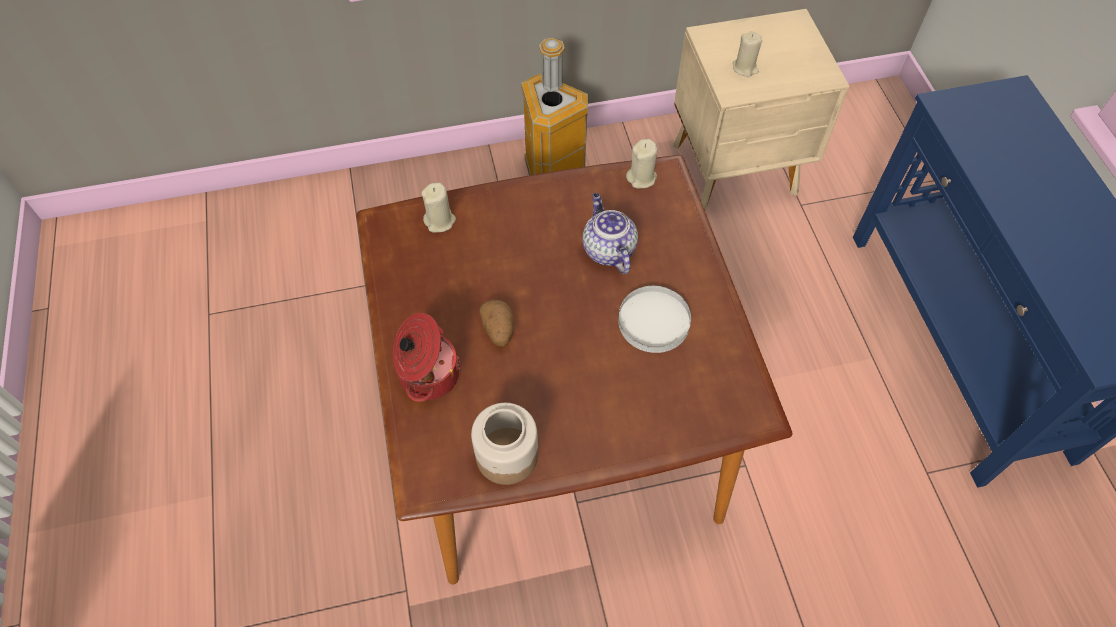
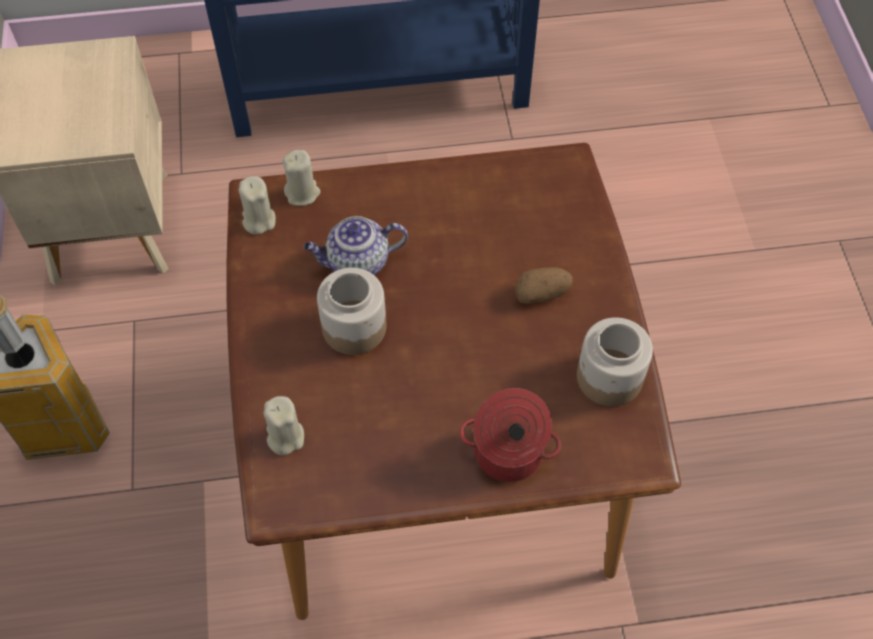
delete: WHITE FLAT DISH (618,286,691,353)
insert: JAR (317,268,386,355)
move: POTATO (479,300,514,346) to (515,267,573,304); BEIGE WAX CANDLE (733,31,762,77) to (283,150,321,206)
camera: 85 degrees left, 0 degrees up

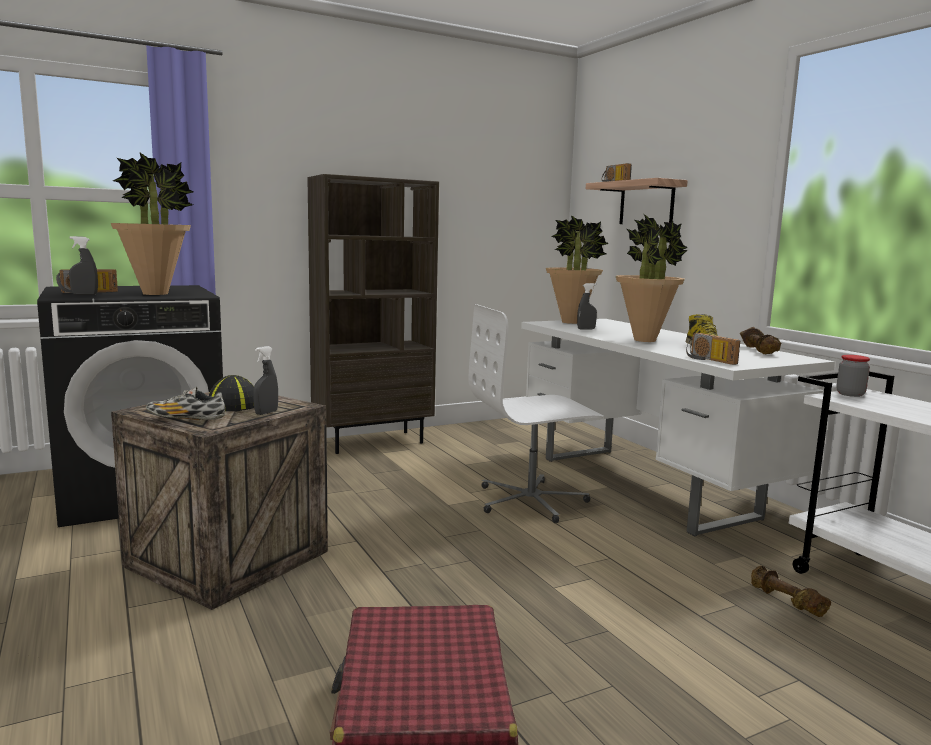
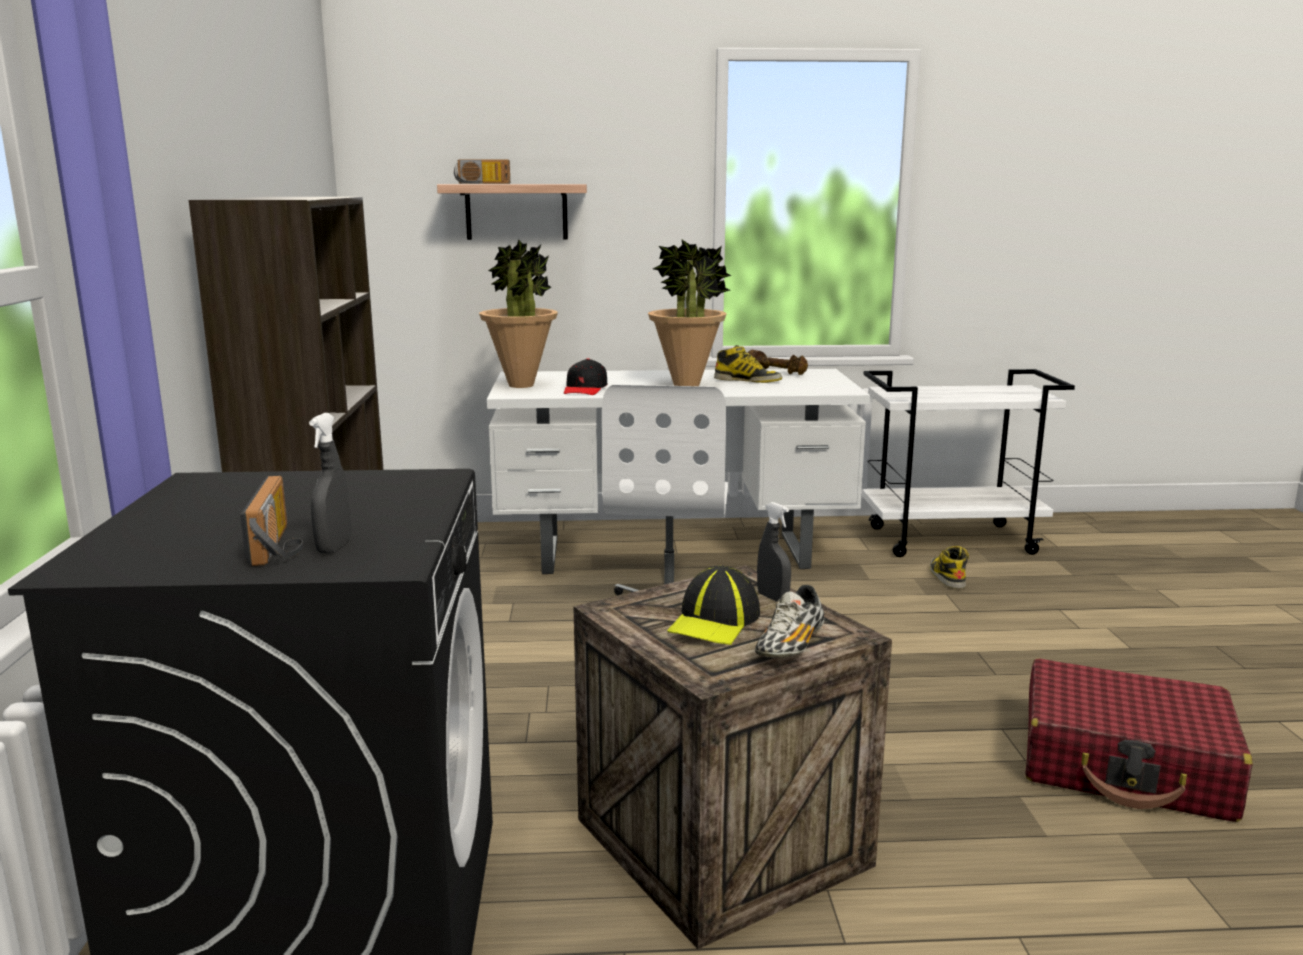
delete: HOUSEPLANT (111,153,193,295); RADIO (686,333,740,365); JAR (836,355,870,397)
replace: GREY SPRAY BOTTLE (577,283,597,330) to BLACKISH CAP (564,358,607,395); BROWN FREE WEIGHT (751,566,831,617) to TALL BOOT (930,546,969,589)
camera: 65 degrees left, 5 degrees up

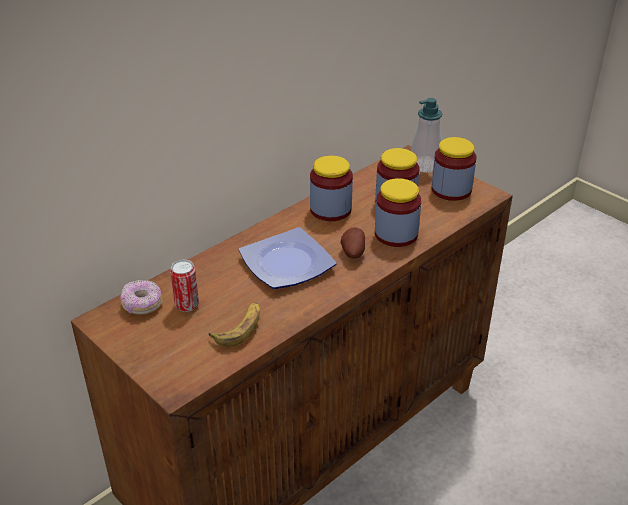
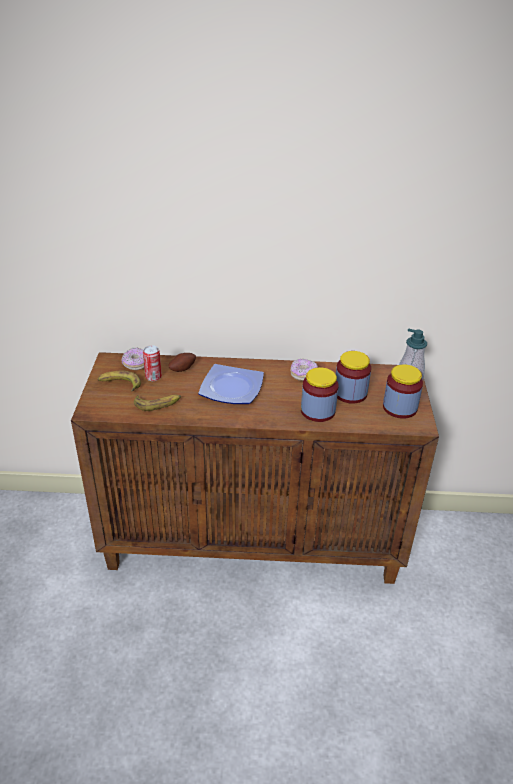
insert: WHOLE BANANA (98,371,141,391)
move: POTATO (340,227,365,258) to (169,353,196,372)
replace: JAR (310,155,353,221) to DONUT (290,359,318,381)
camera: 45 degrees right, 0 degrees up

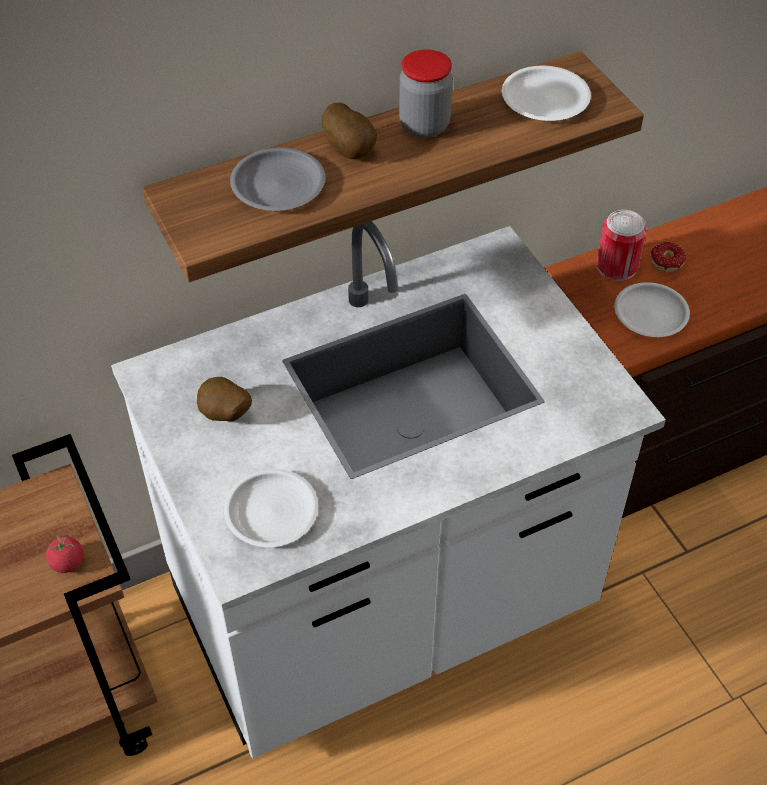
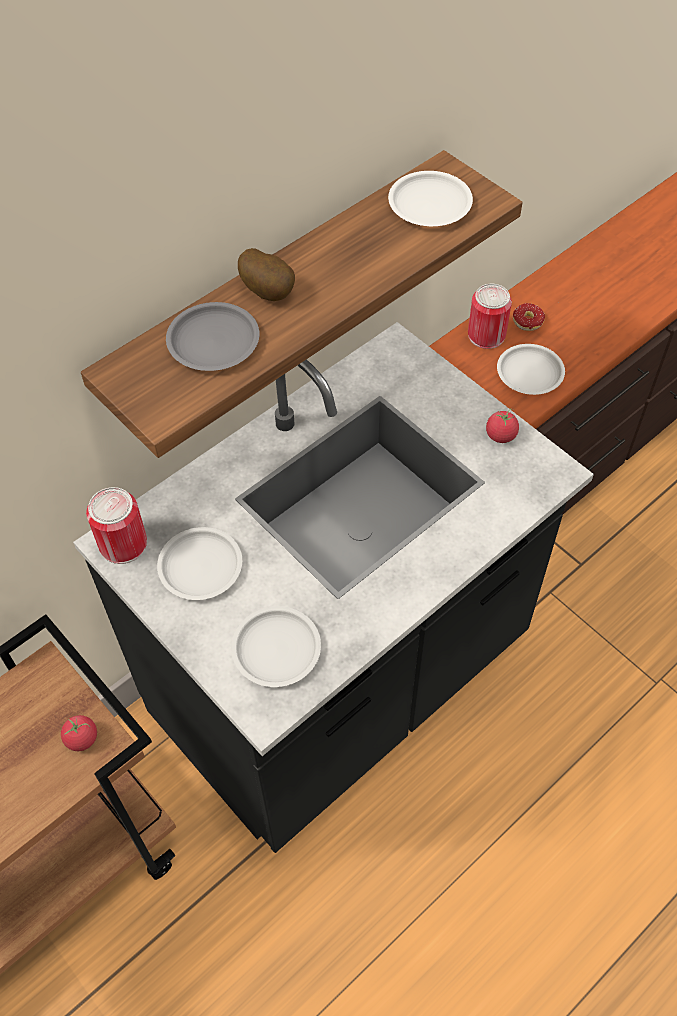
delete: JAR (399,49,453,137)
insert: METAL CAN (86,487,147,564); TOMATO (486,408,519,443)
replace: POTATO (197,377,252,421) to WHITE FLAT DISH (157,527,242,600)
recolor: WHITE COUNTER (111,221,666,758) to BLACKISH COUNTER (73,322,594,853)
camera: 15 degrees left, 5 degrees up

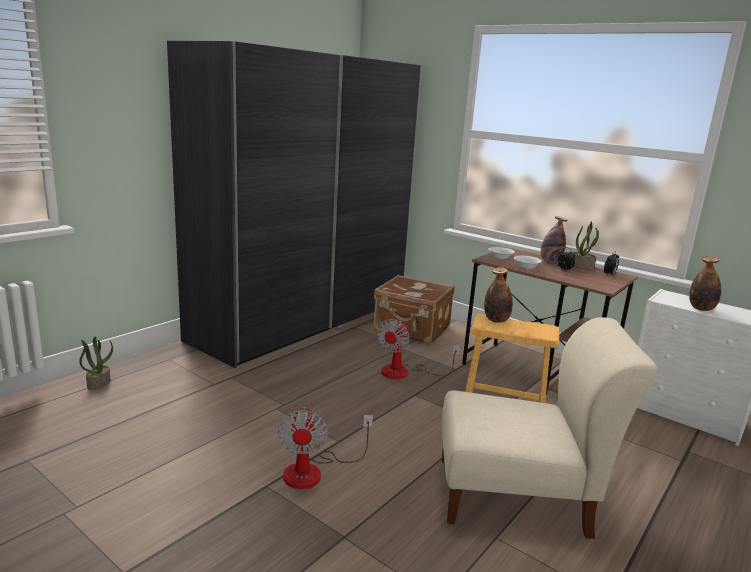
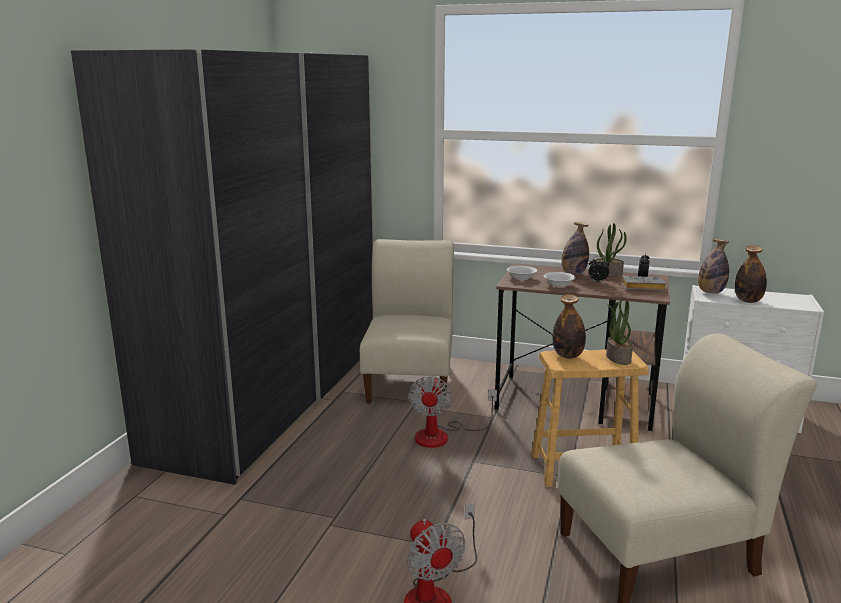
insert: GREY BOOK (622,276,667,290); BEVERAGE BOTTLE (698,239,729,294)
move: HOUSEPLANT (79,337,113,390) to (606,297,633,365)
replace: BROWN SUITCASE (373,275,455,345) to BEIGE UPRIGHT CHAIR (360,239,454,404)
camera: 20 degrees left, 0 degrees up

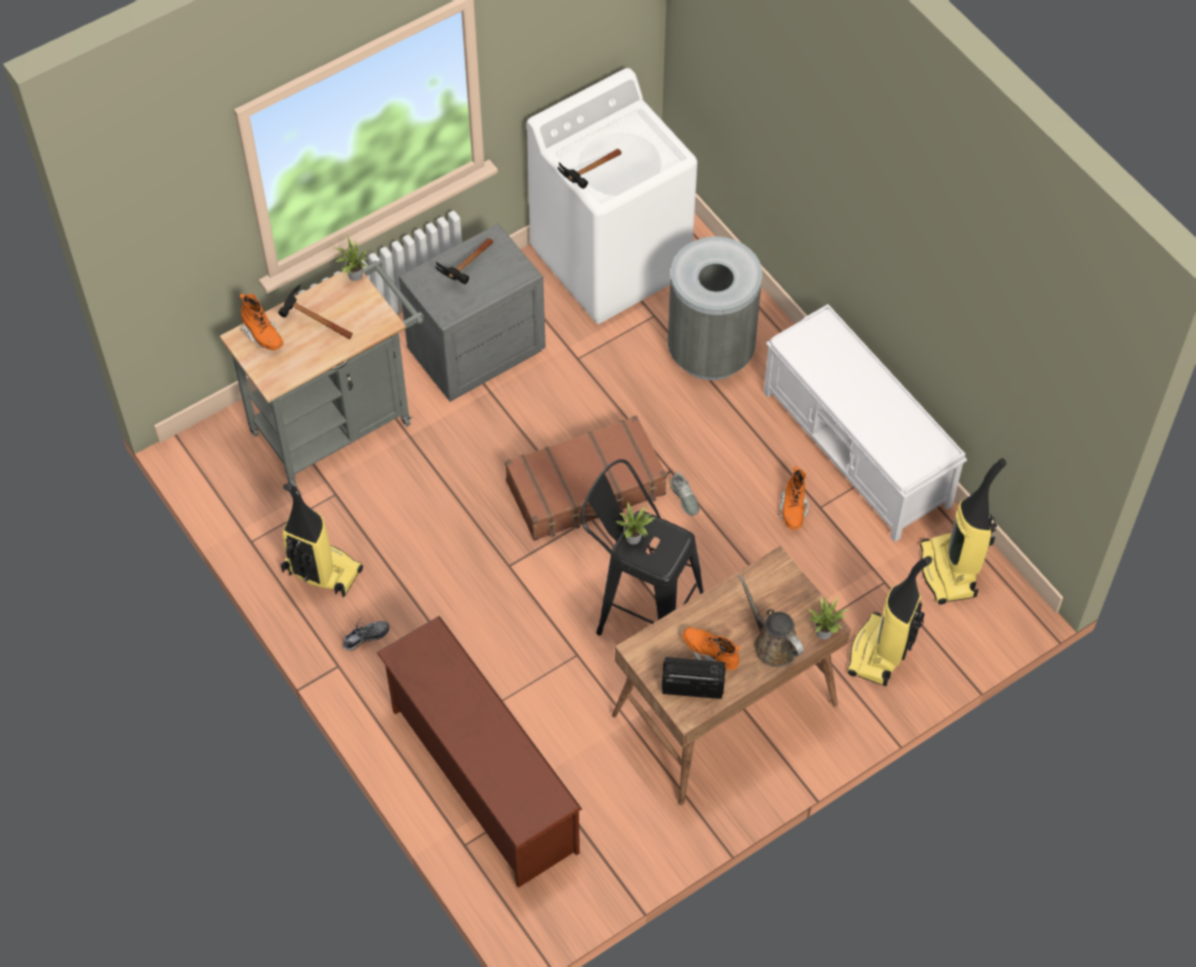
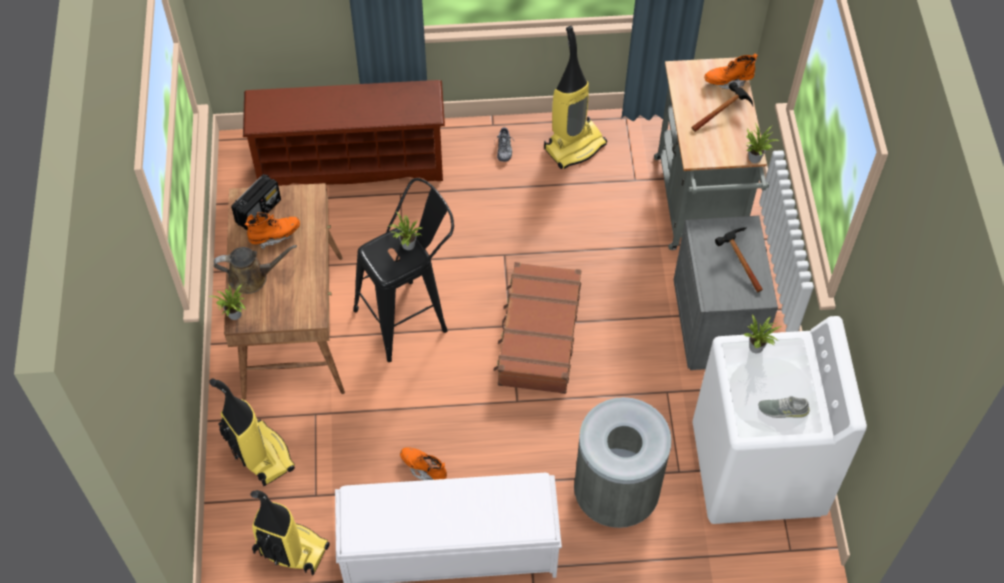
move: GREY ITEM OF FOOTWEAR (670,472,700,516) to (758,396,810,418)
replace: TOOL HAMMER (558,149,622,189) to HOUSEPLANT (743,315,782,353)
camera: 120 degrees right, 0 degrees up

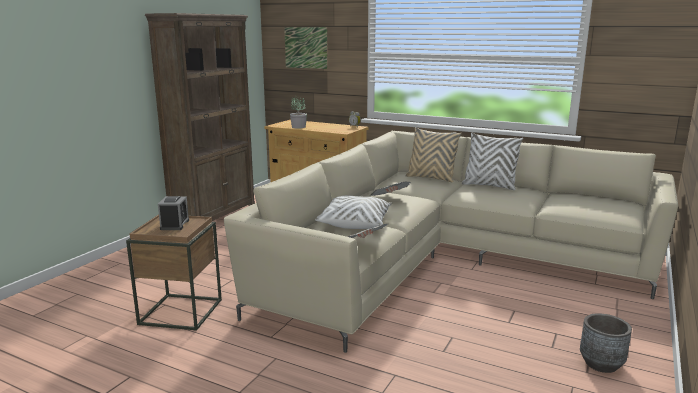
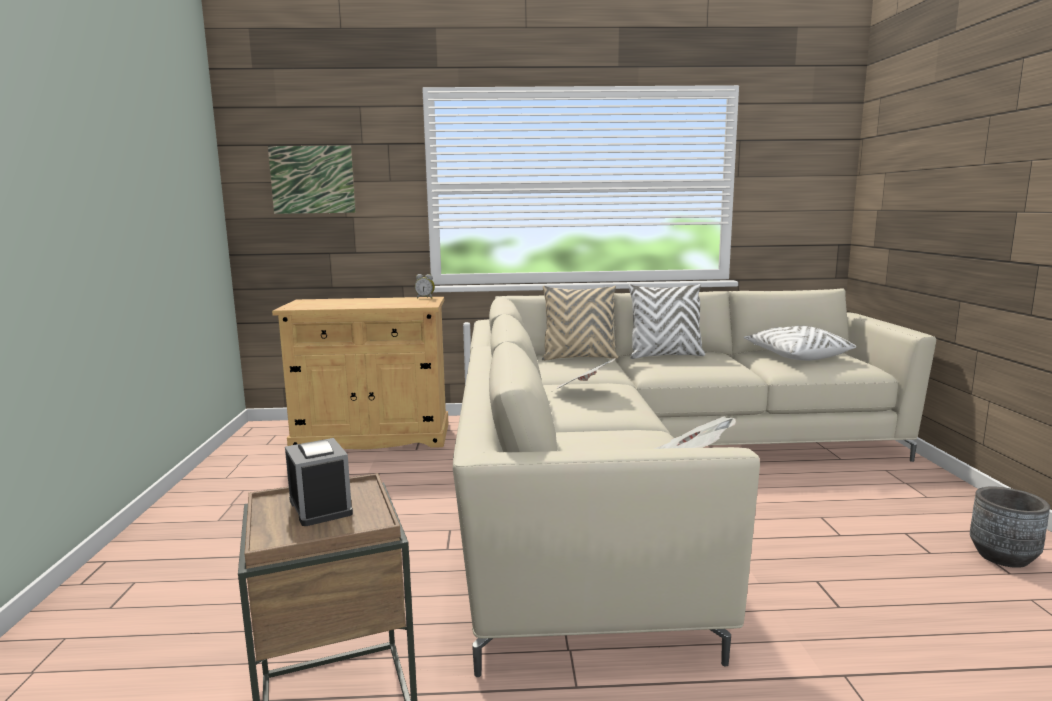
delete: BROWN SHELVING UNIT (145,13,255,221); HOUSEPLANT (290,98,307,128)
move: WHITE THROW PILLOW (315,195,392,229) to (744,326,856,361)
camera: 30 degrees left, 5 degrees down

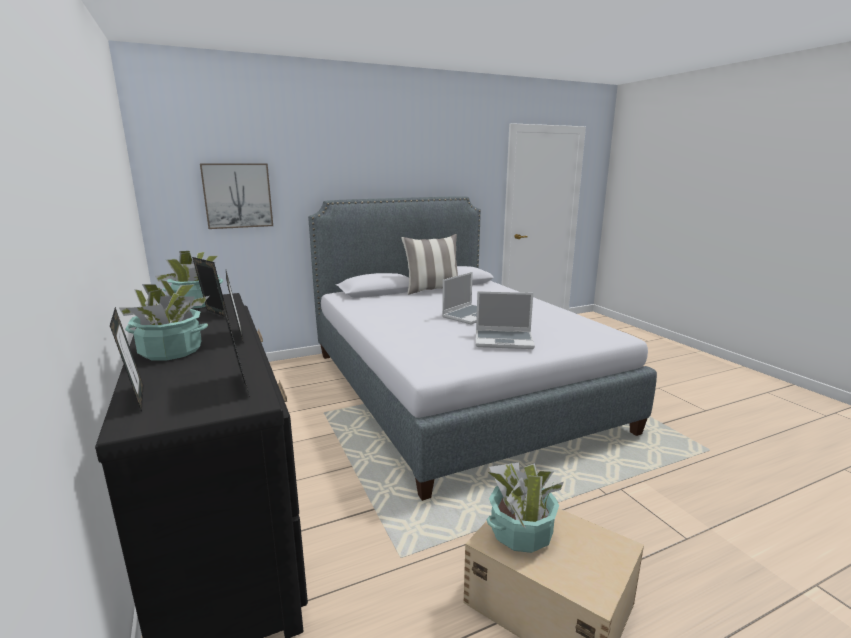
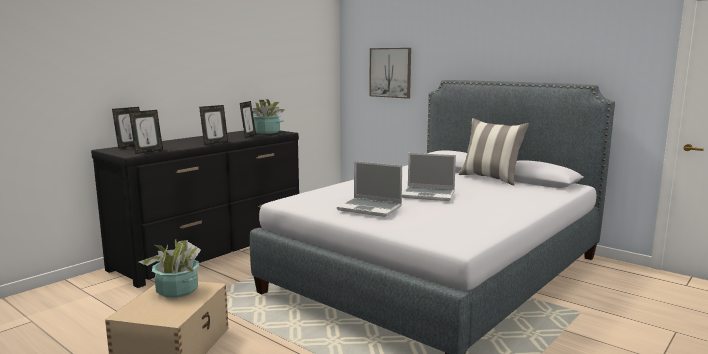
delete: HOUSEPLANT (119,280,209,361)
rotate: PORTABLE COMPUTER (476,291,535,349) = (337,161,402,217) 45 degrees counterclockwise
camera: 65 degrees right, 5 degrees down

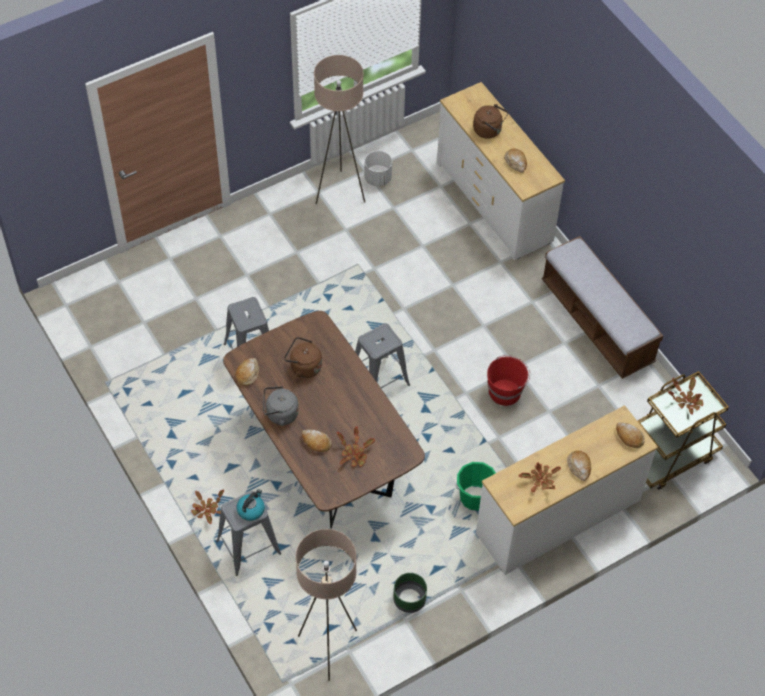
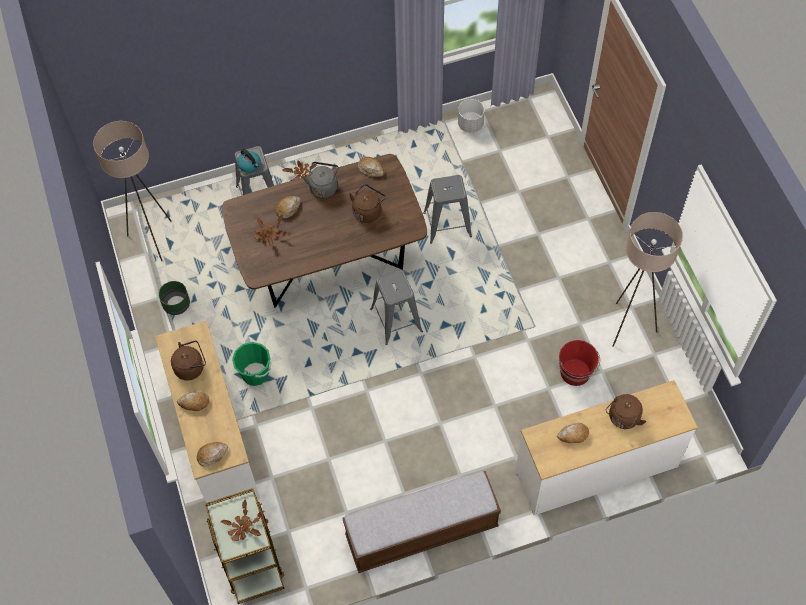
move: WHITE FLOWER POT (364,151,392,186) to (458,99,485,133); REDDISH PAIL (487,355,530,406) to (559,340,600,386)
replace: HOUSEPLANT (519,462,561,492) to BROWN KETTLE (171,340,206,381)
camera: 105 degrees right, 5 degrees up

